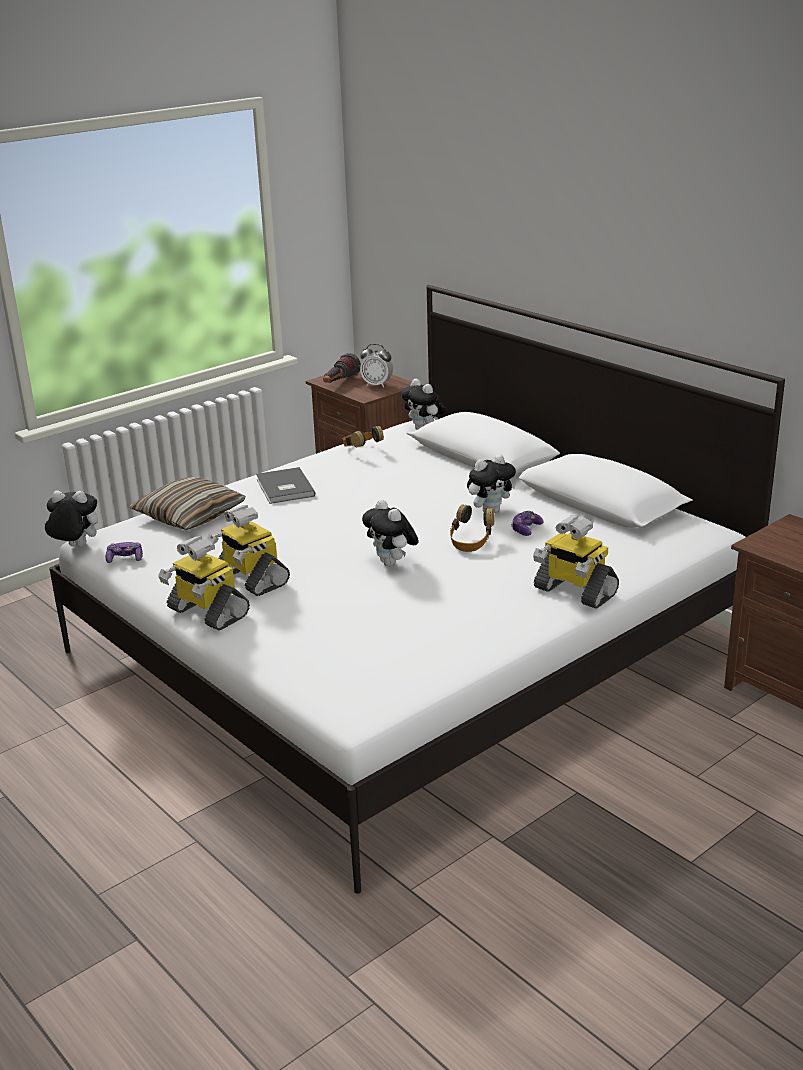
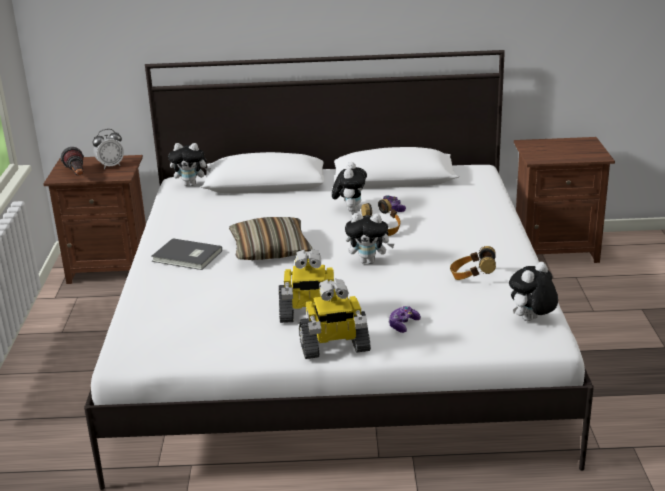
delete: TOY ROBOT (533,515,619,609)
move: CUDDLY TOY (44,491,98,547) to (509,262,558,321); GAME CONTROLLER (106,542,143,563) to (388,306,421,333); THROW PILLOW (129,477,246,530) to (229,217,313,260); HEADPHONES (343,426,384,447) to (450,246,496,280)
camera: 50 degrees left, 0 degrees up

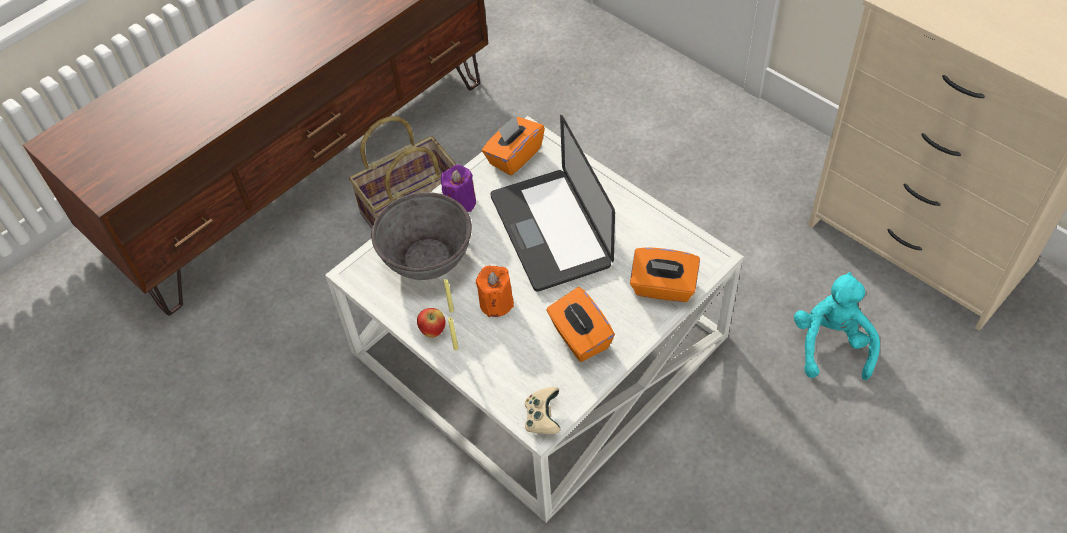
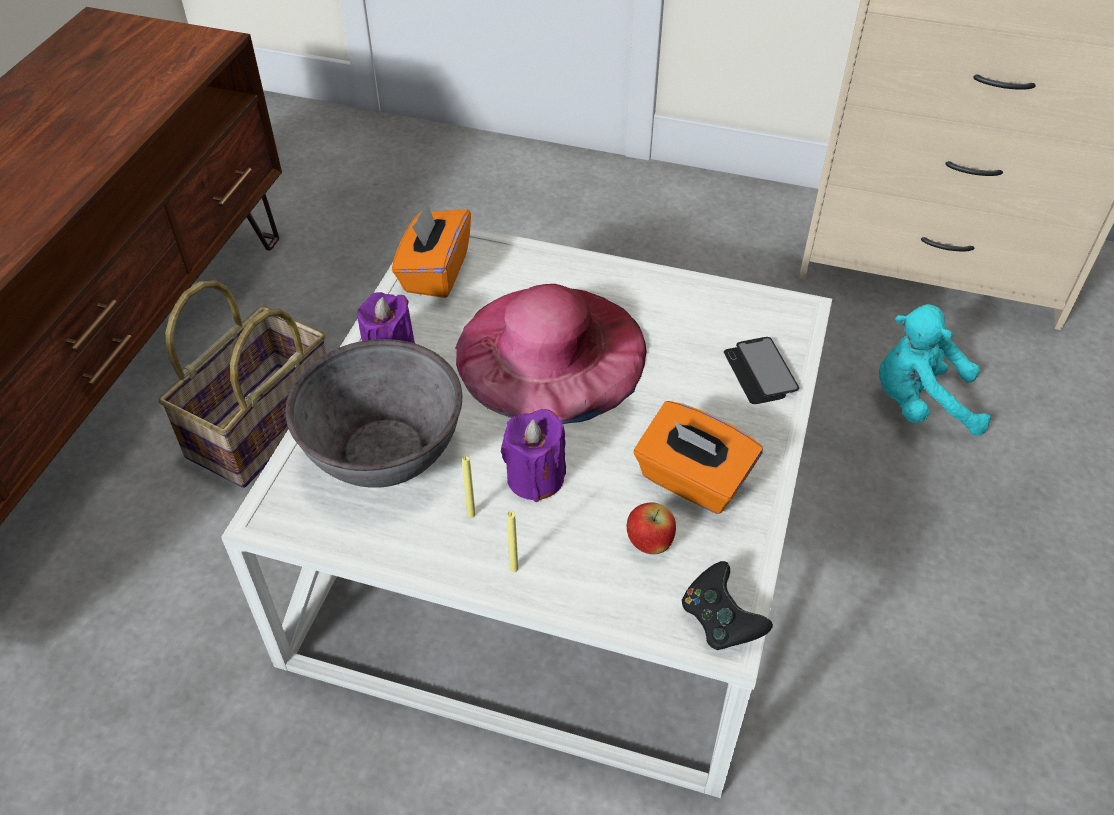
move: APPLE (417,308,446,338) to (627,502,676,554)
replace: PORTABLE COMPUTER (490,115,615,292) to PINK-COLOURED WEARABLE HAT (455,284,647,424); ORANGE-COLOURED TISSUE HOLDER (630,247,700,302) to HANDSET (724,337,799,404)
recolor: ORANGE-COLOURED WAX CANDLE (476,265,514,317) to PURPLISH WAX CANDLE (501,409,566,502); BEIGE GAME CONTROLLER (525,387,560,434) to BLACKISH GAME CONTROLLER (682,561,773,650)
rotate: TURQUOISE CUDDLY TOY (794,272,880,380) = (879,304,991,436) 60 degrees counterclockwise
camera: 30 degrees left, 5 degrees down

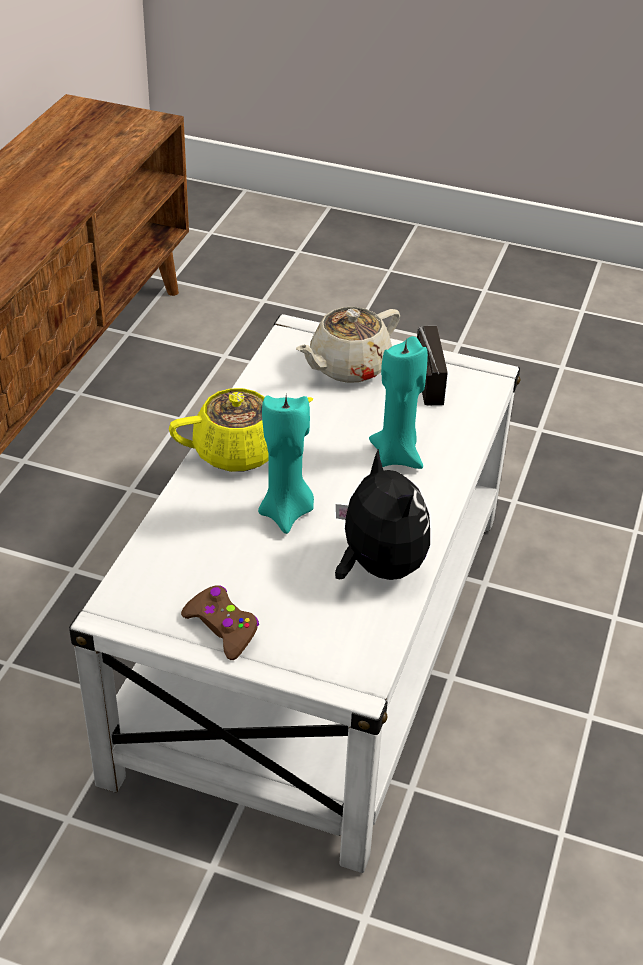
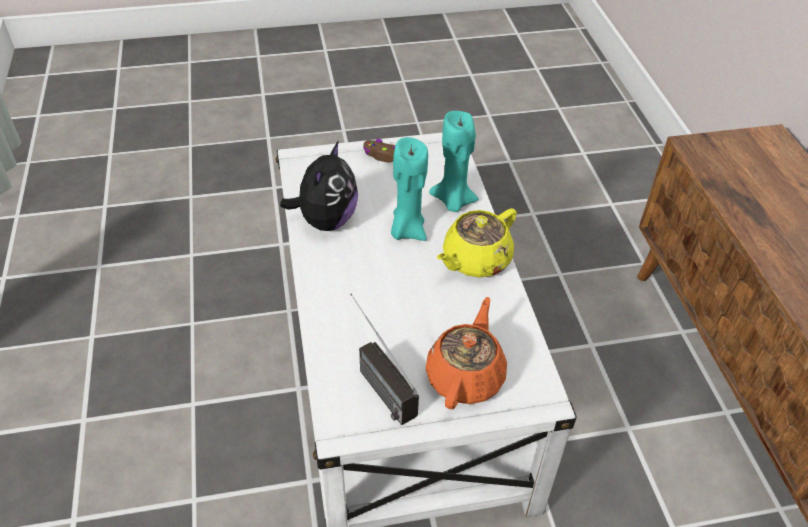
move: TURQUOISE WAX CANDLE (369,336,428,469) to (429,111,479,212)
recolor: BEIGE TEA POT (296,307,400,383) to ORANGE-COLOURED TEA POT (425,297,507,409)
rotate: CUDDLY TOY (335,449,430,580) = (280,140,358,231) 105 degrees counterclockwise
camera: 150 degrees right, 5 degrees up

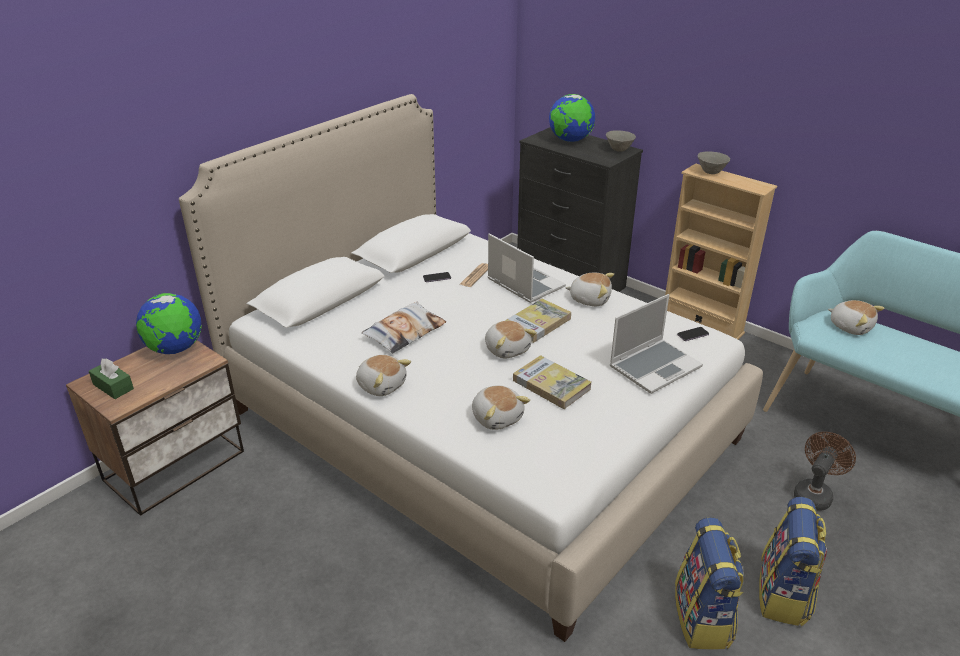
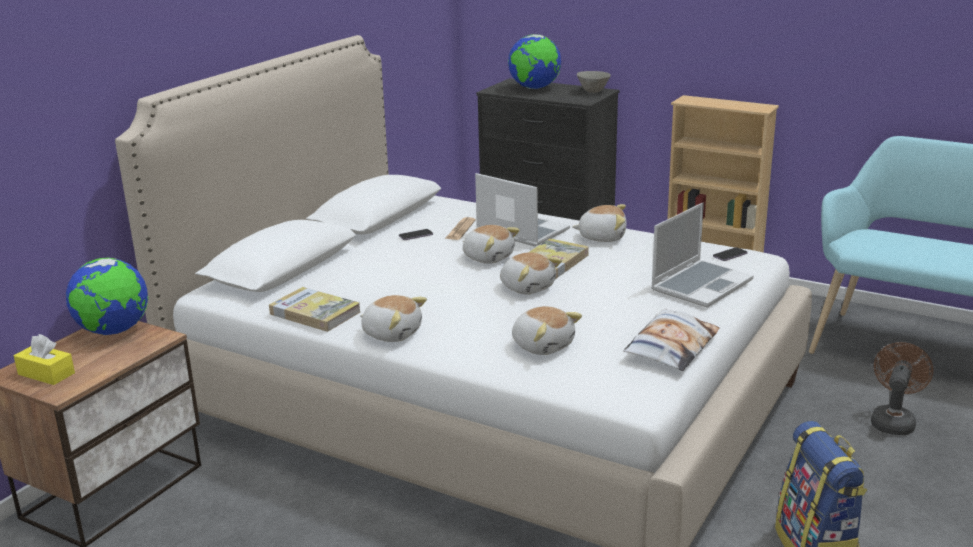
delete: GREY SERVING BOWL (697,152,730,174); KNAPSACK (759,497,827,627)
move: THROW PILLOW (361,302,446,353) to (624,308,720,371); BOOK (513,355,592,409) to (269,287,360,332); CUDDLY TOY (828,300,884,335) to (463,225,520,264)
recolor: GREEN TISSUE HOLDER (89,359,134,399) to YELLOWISH TISSUE HOLDER (14,334,75,385)
camera: 10 degrees left, 10 degrees down

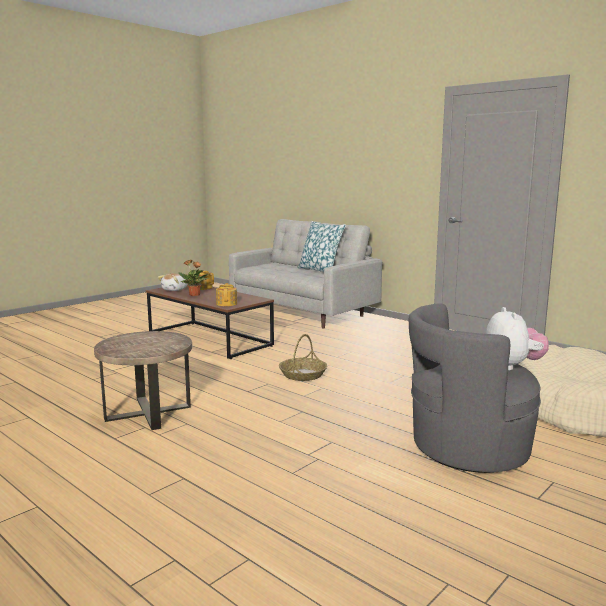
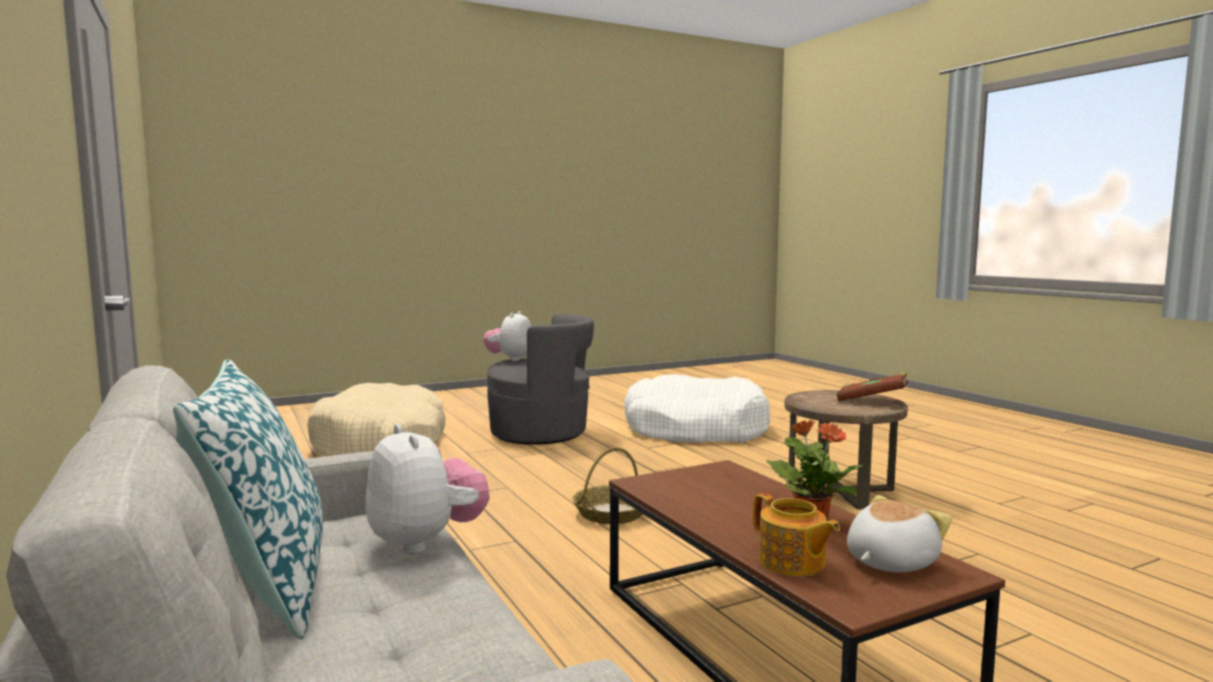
delete: TEA POT (216,283,237,306)
insert: CUDDLY TOY (365,424,490,554); WHITE DOG BED (624,374,770,443); BROWN BOOK (836,372,909,401)
camera: 160 degrees left, 5 degrees down

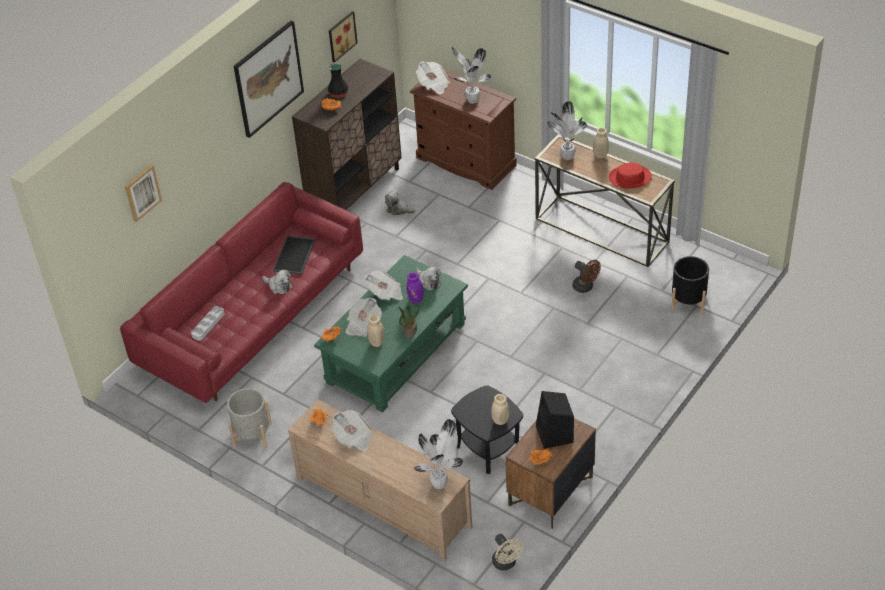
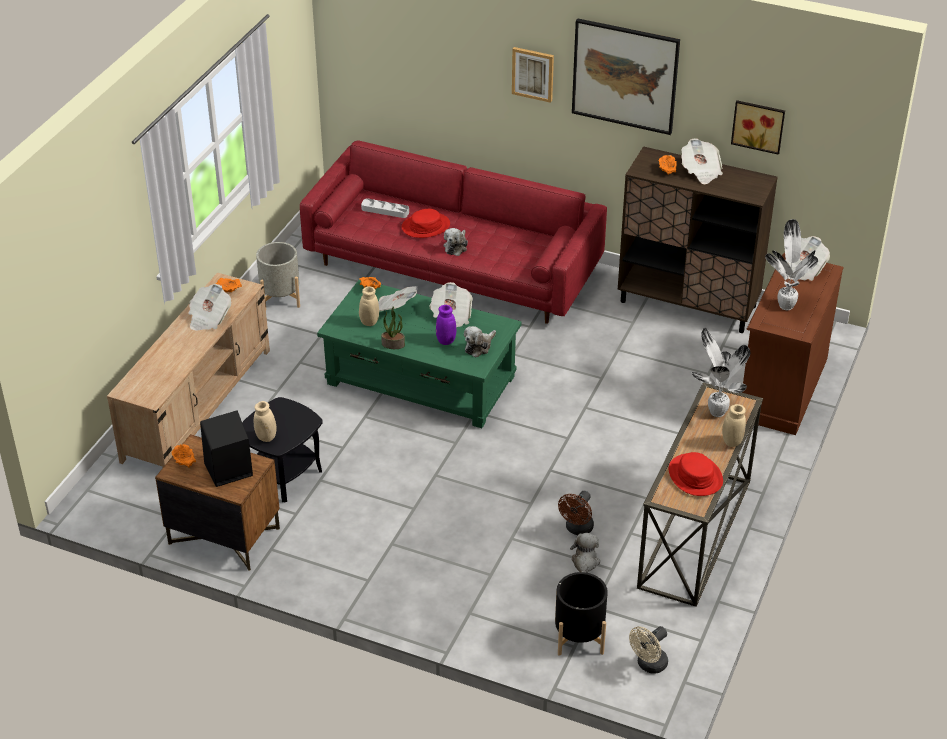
delete: TRAY (273,236,316,275); HOUSEPLANT (414,419,463,489)
insert: REDDISH WEARABLE HAT (402,209,450,238)
move: WALL ART (125,165,162,222) to (512,47,554,103); CUDDLY TOY (385,190,415,215) to (570,533,600,573); BEIGE FAN (492,534,523,570) to (629,626,668,674)
replace: BLACKISH DECORATIVE VASE (328,63,348,98) to PRINTED PAPER (681,138,723,184)
camera: 75 degrees right, 5 degrees down

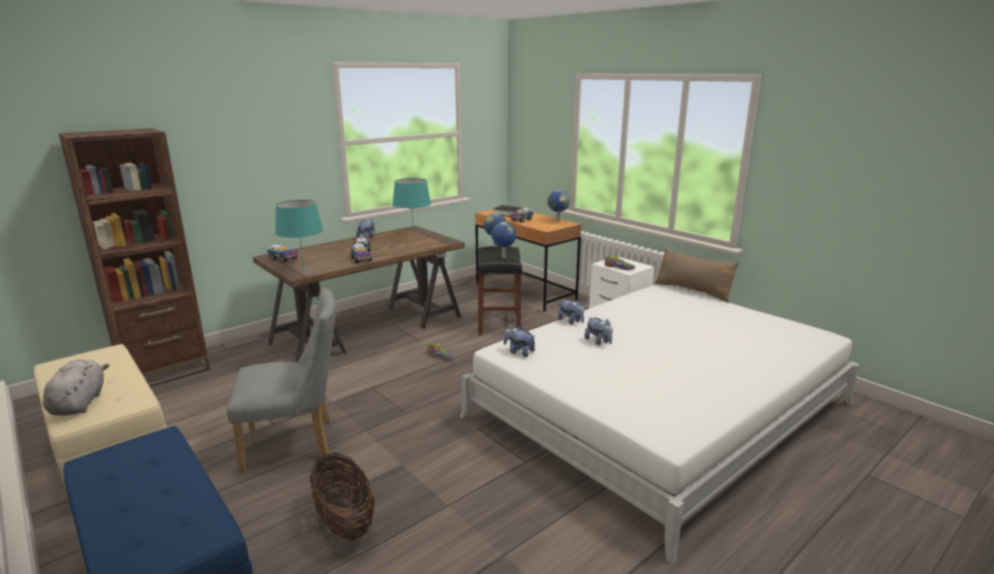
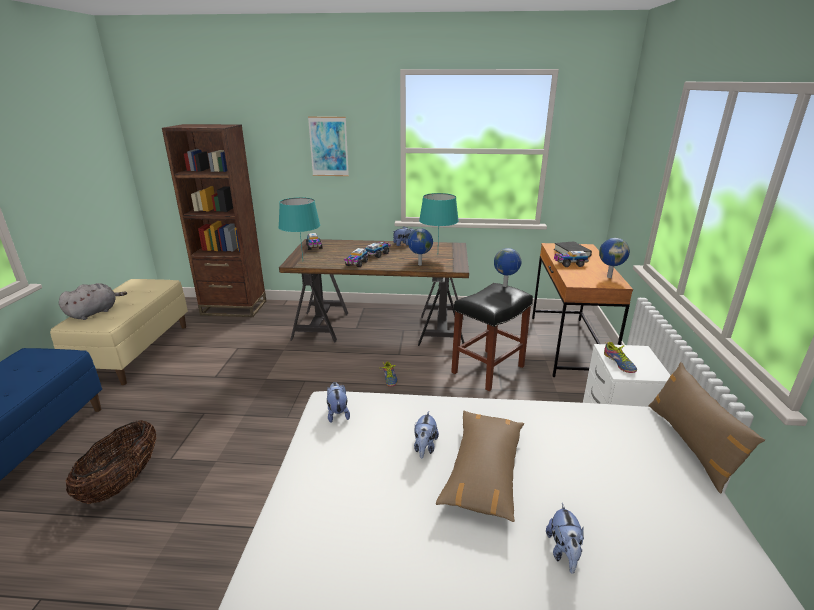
delete: GREY UPRIGHT CHAIR (227,288,336,473)
insert: WALL ART (308,116,349,176); BROWN THROW PILLOW (436,411,524,522)
move: GLOBE (491,222,517,258) to (408,228,433,265); CUDDLY TOY (558,299,584,325) to (546,503,584,574)
camera: 45 degrees right, 5 degrees up

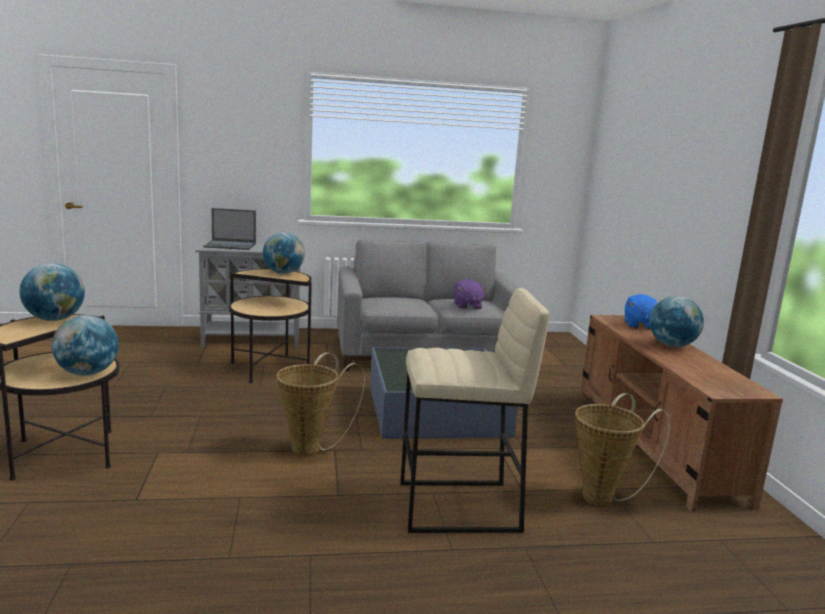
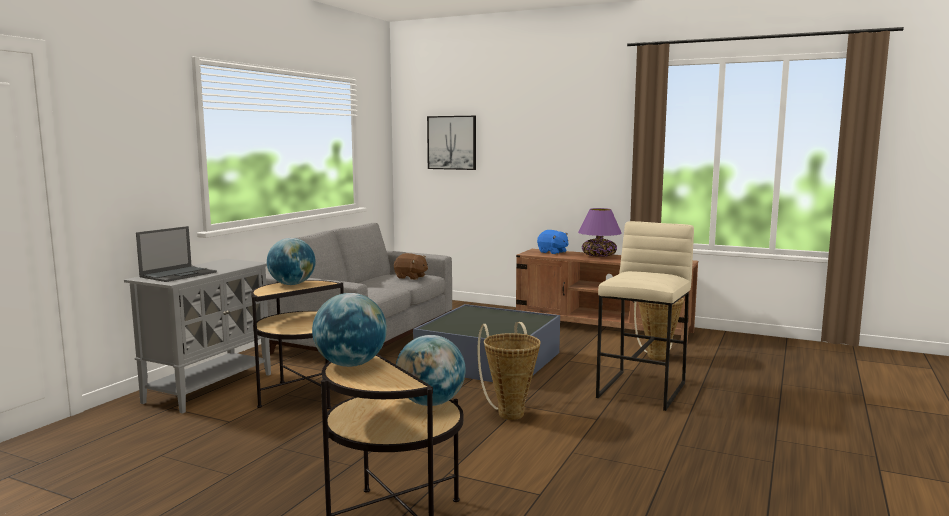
insert: WALL ART (427,116,476,170)
replace: GLOBE (649,296,704,347) to PURPLISH LAMP FOR A TABLE (578,208,622,257)
recolor: PURPLISH CUDDLY TOY (454,279,487,309) to BROWN CUDDLY TOY (394,253,428,280)
camera: 55 degrees left, 5 degrees down

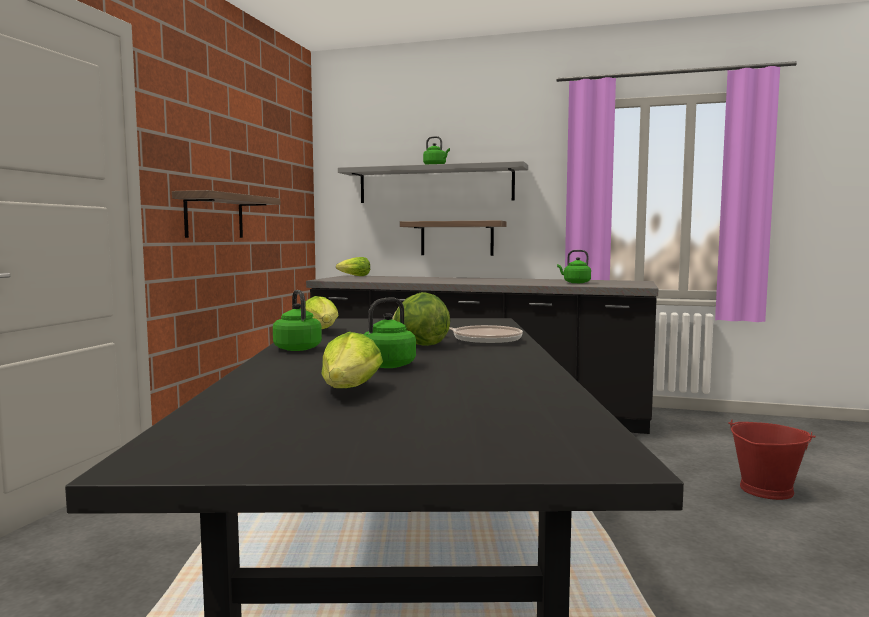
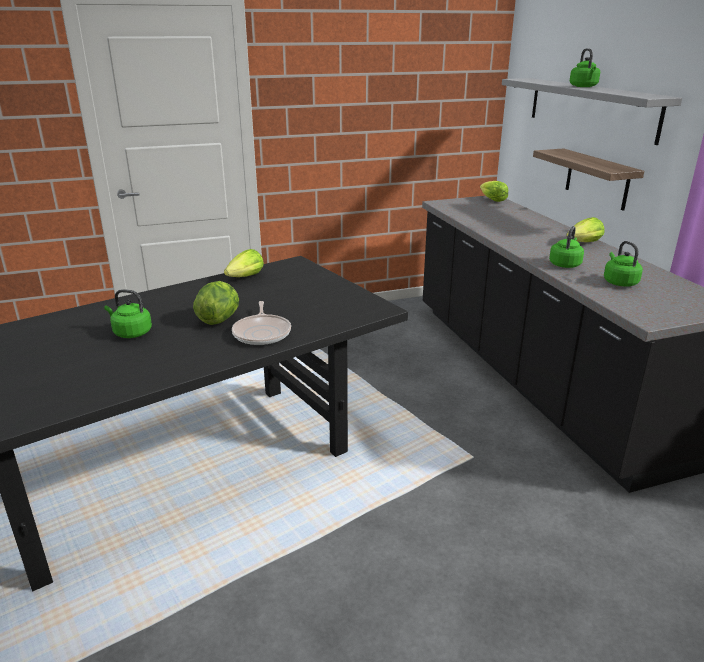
delete: SHELF (172,190,280,238); REDDISH PAIL (728,420,816,500)
move: GREEN KETTLE (273,290,322,351) to (549,226,584,268); HEAD OF LETTUCE (321,332,383,388) to (566,217,604,242)
camera: 55 degrees right, 20 degrees up

